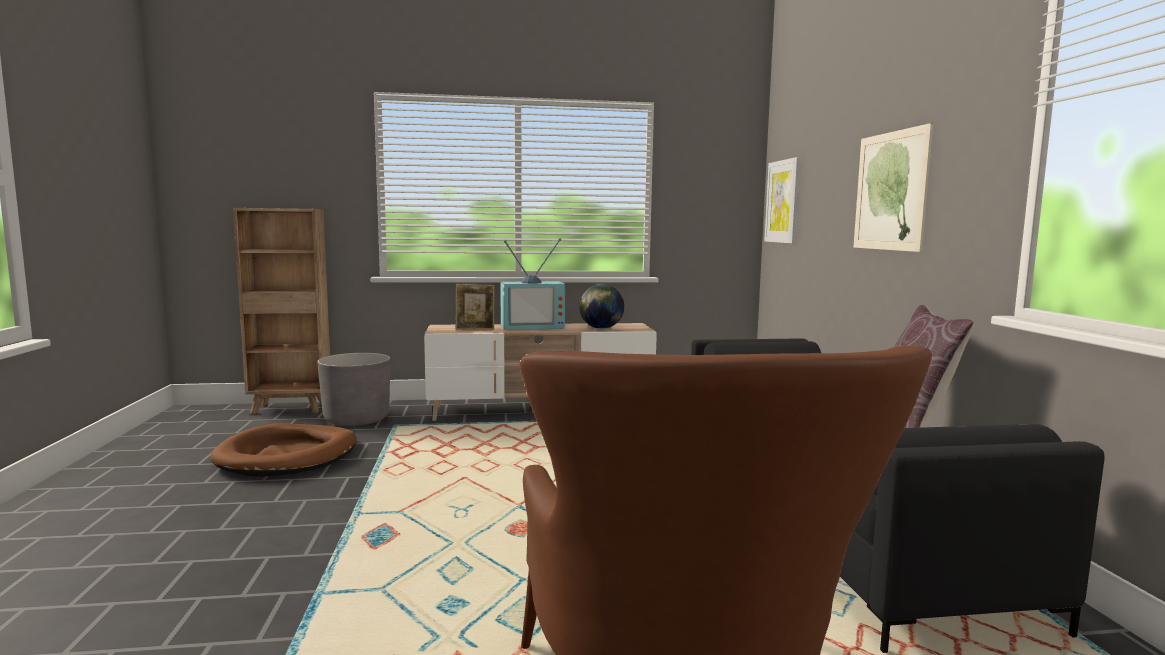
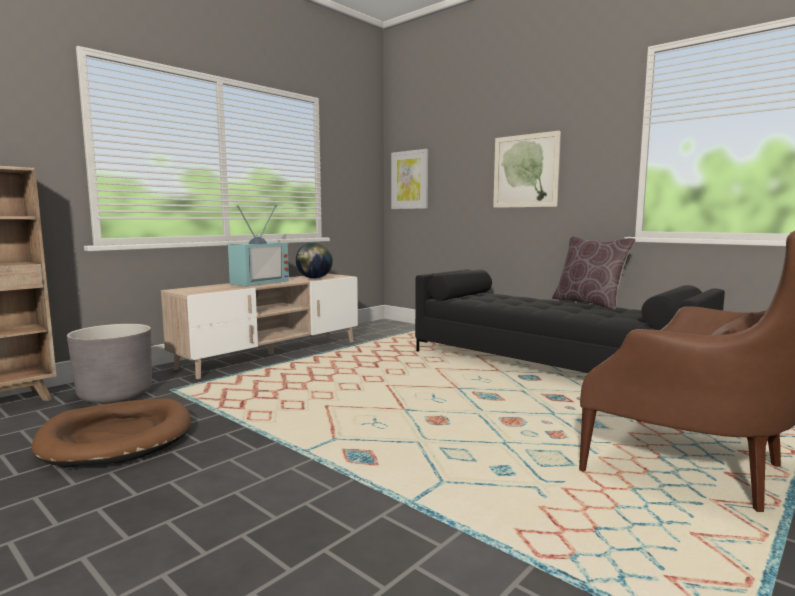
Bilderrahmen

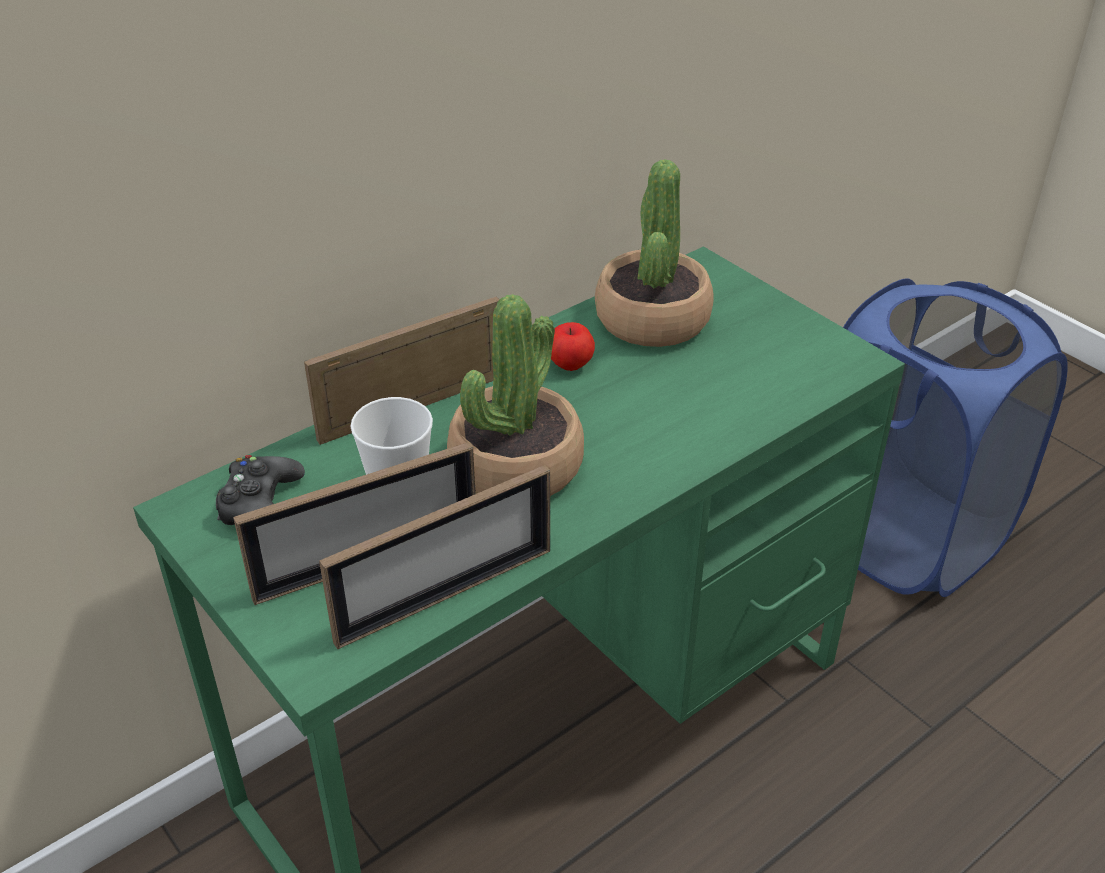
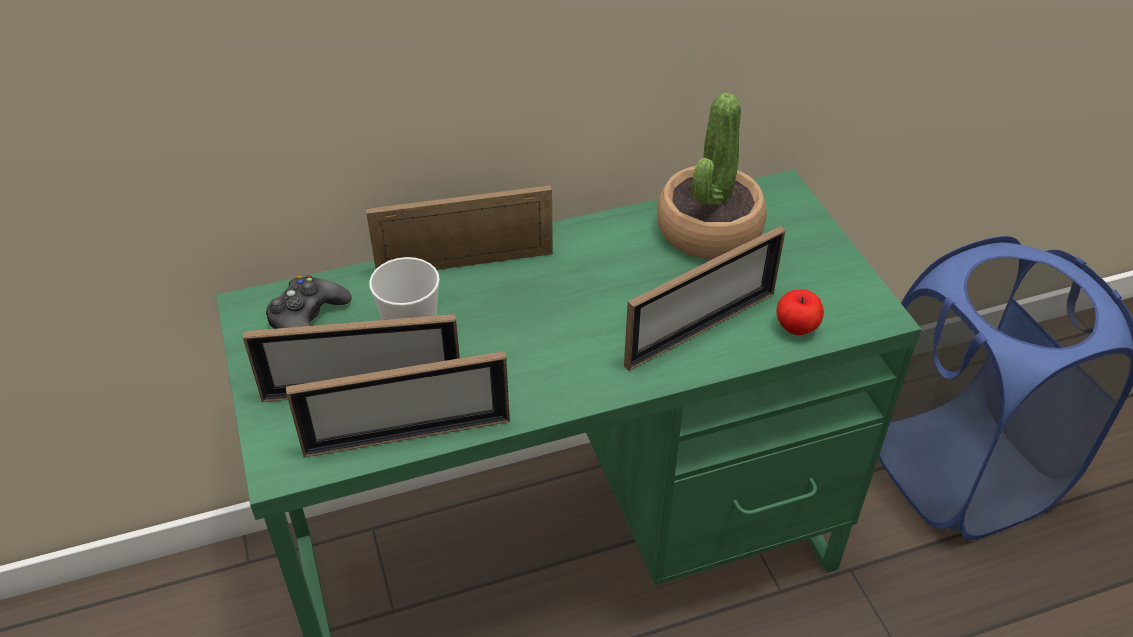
Topfpflanze (no. 1 from left in the first image); Apfel; Bilderrahmen (no. 4 from left)

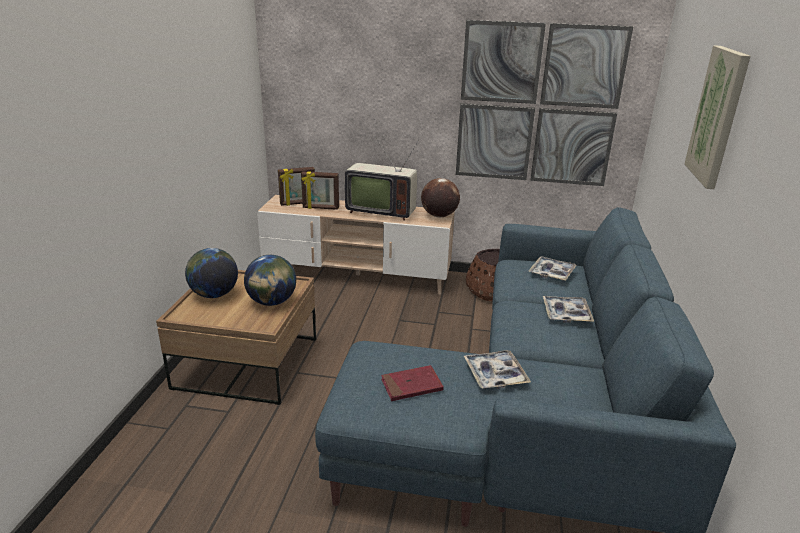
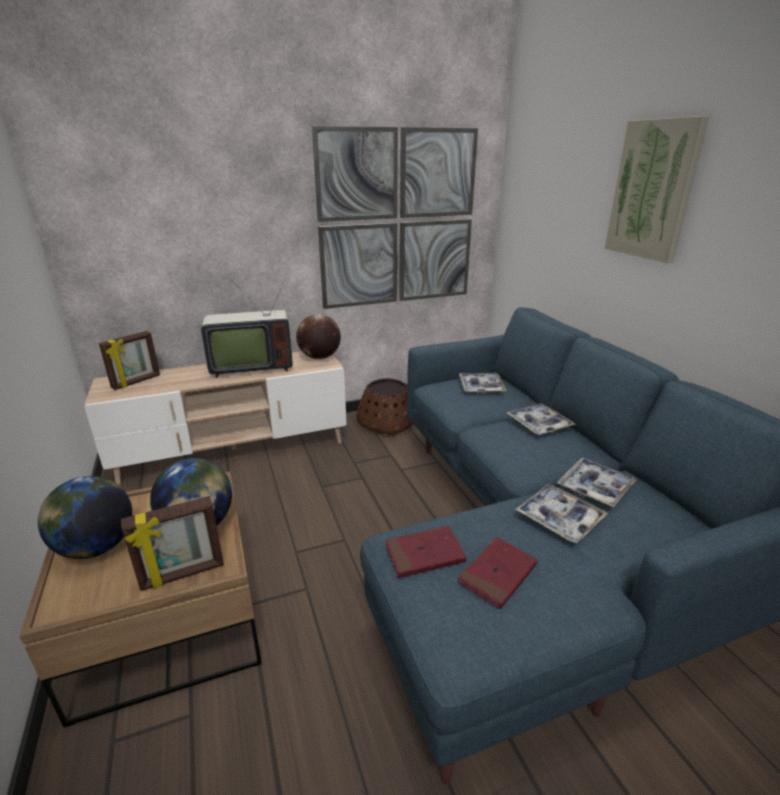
Bilderrahmen (no. 2 from left); Buch/rot (no. 1 from left); Tablett (no. 4 from left)

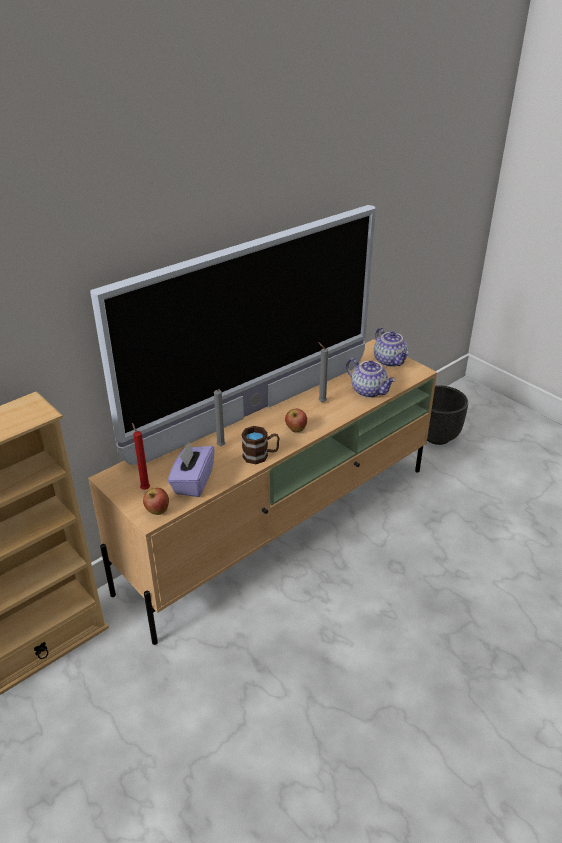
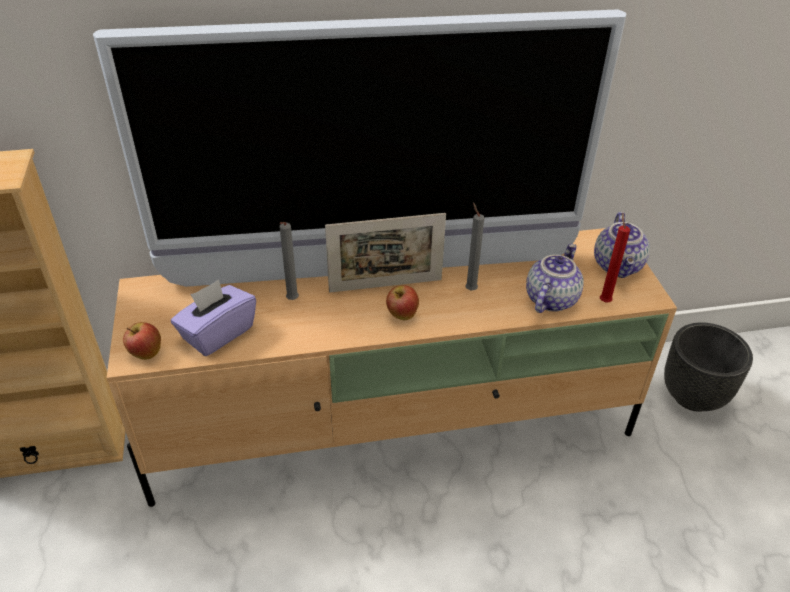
Kerze/rot; Henkelbecher/braun; Teekanne (no. 1 from left); Bilderrahmen

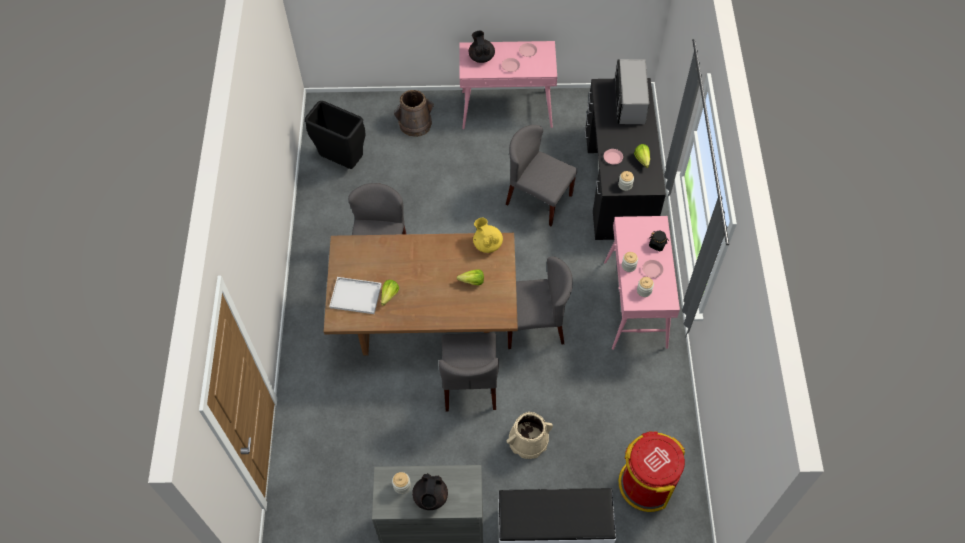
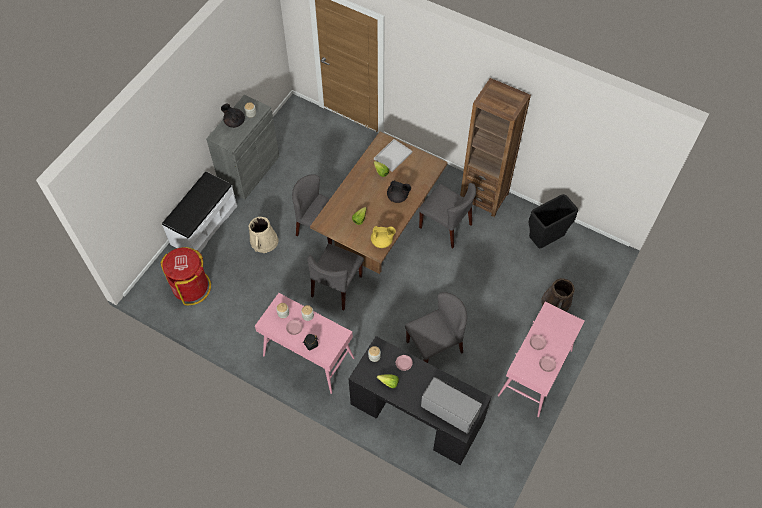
Teekanne/schwarz (no. 2 from left); Bücherregal/braun

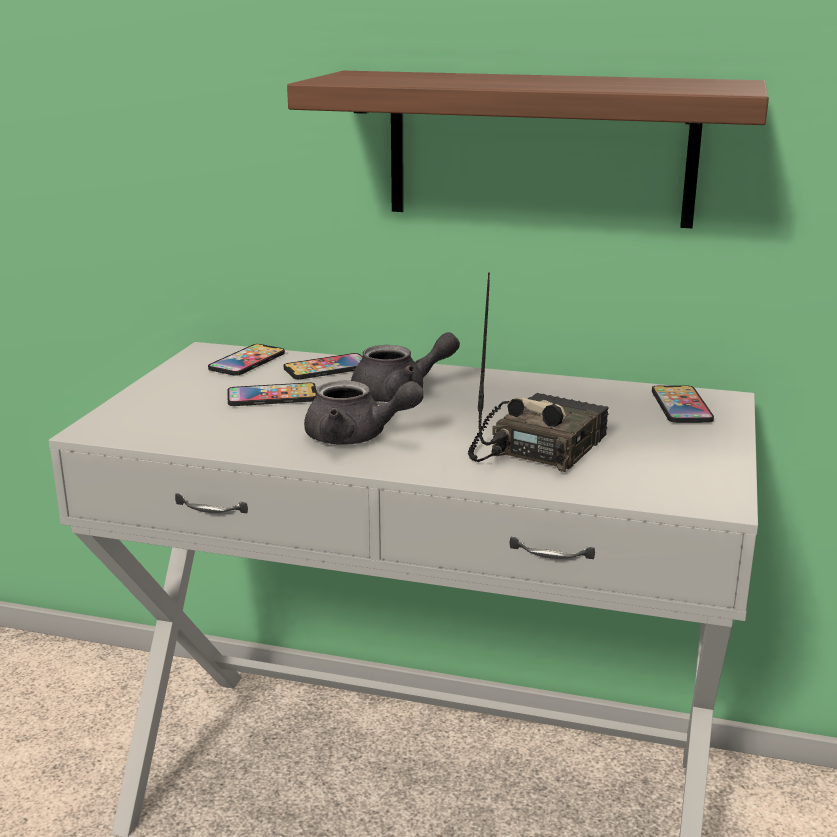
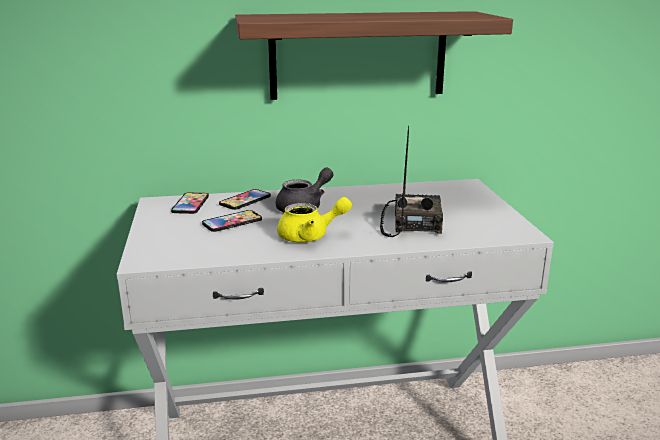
Teekanne/gelb; Handy (no. 4 from left in the first image)

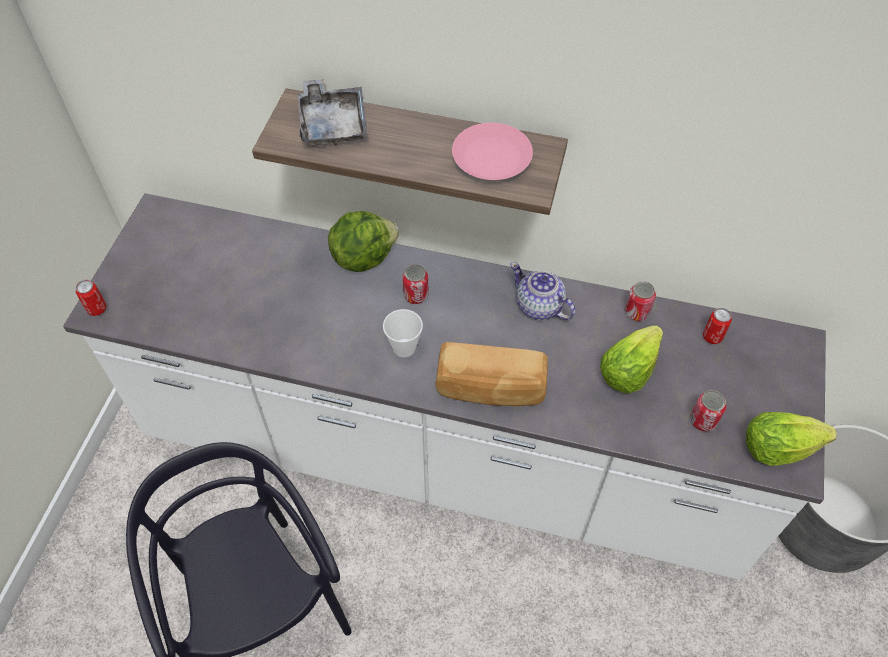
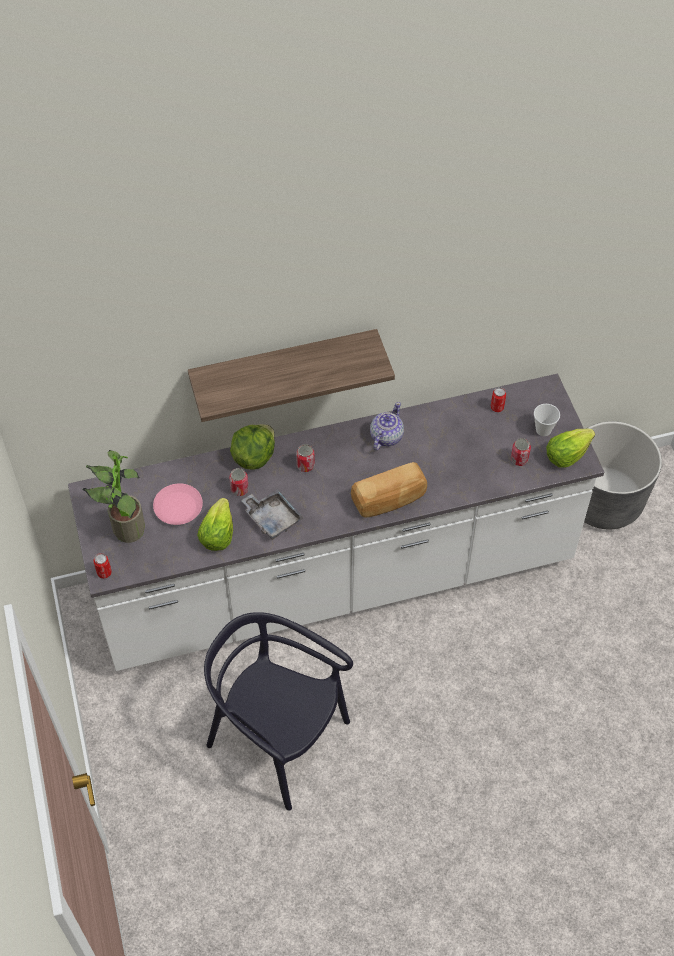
Tablett/grau; Tasse; Teller/rosa; Teekanne; Salatkopf (no. 1 from left); Dose (no. 2 from left); Topfpflanze

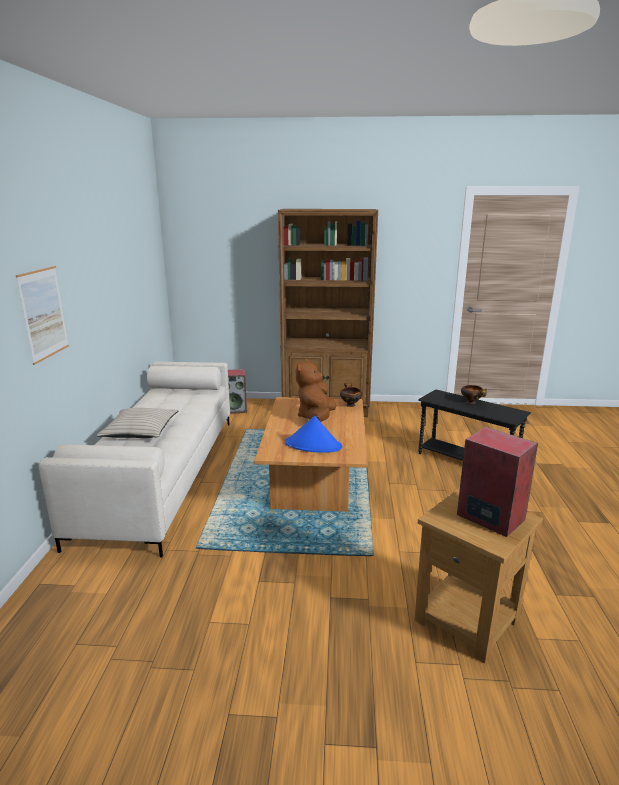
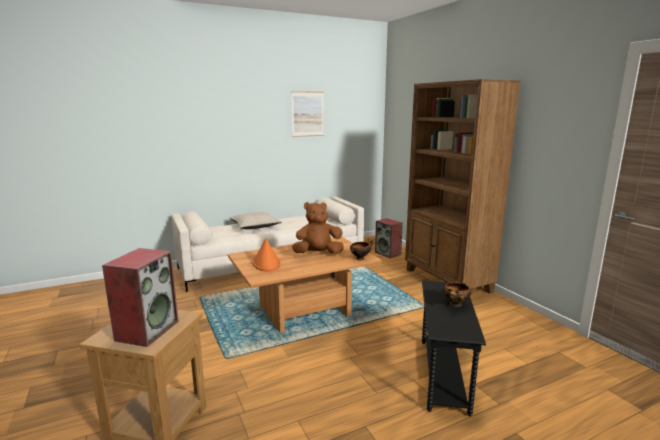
Bild; Hut/orange

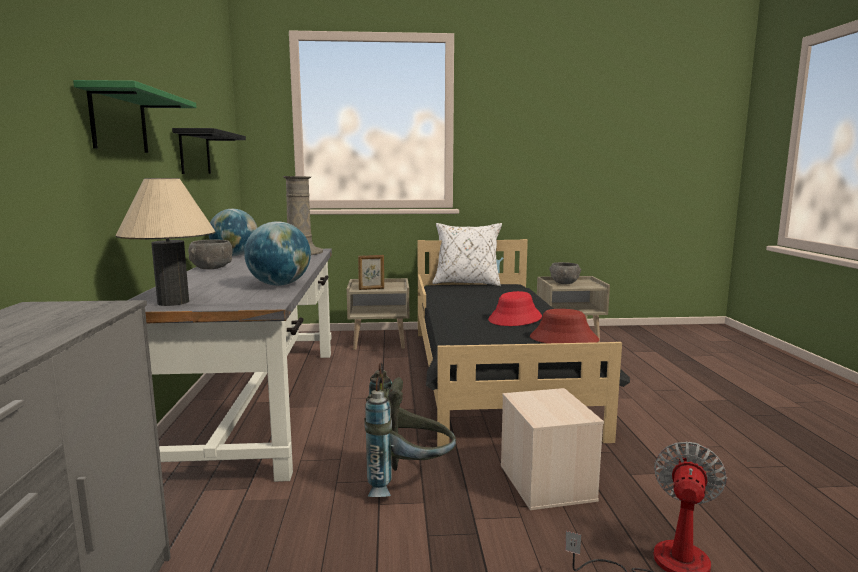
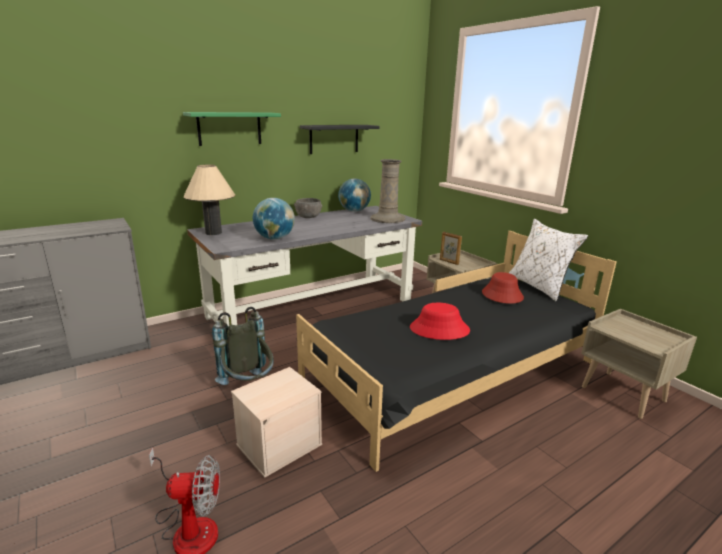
Hut/rot (no. 2 from left); Schüssel/grau (no. 2 from left in the first image)

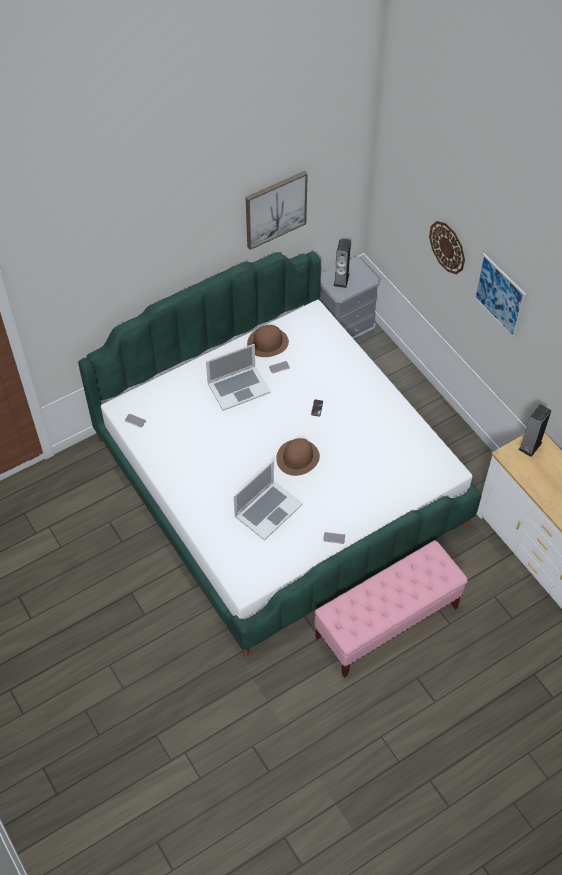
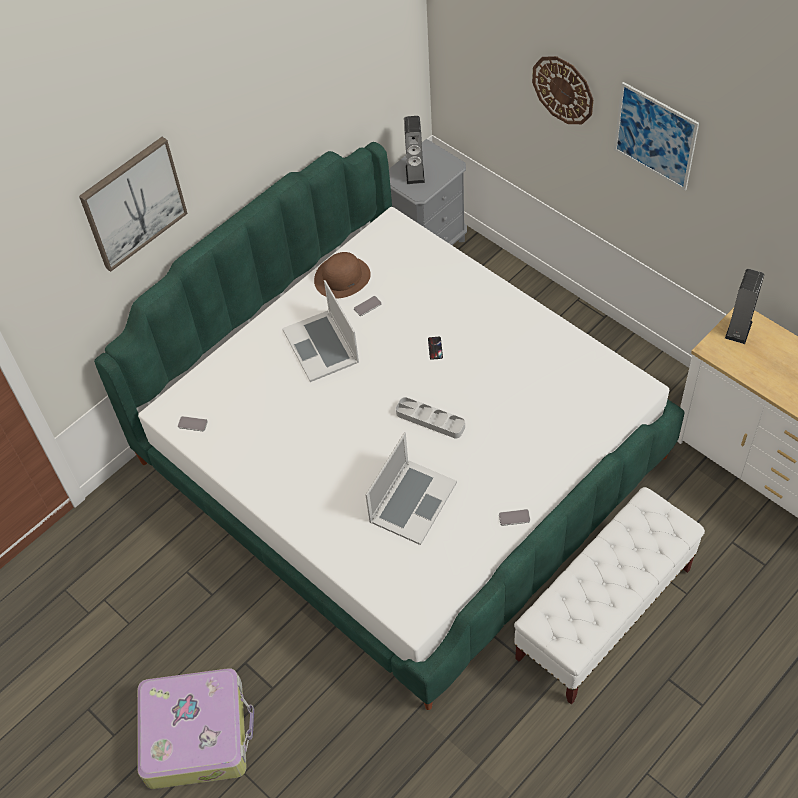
Laptop (no. 1 from left); Bild (no. 1 from left); Tablett/grau; Bank/weiß; Koffer

